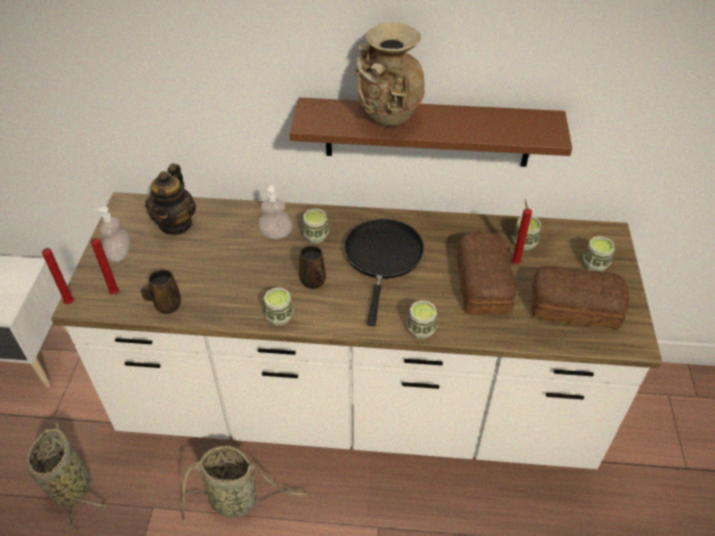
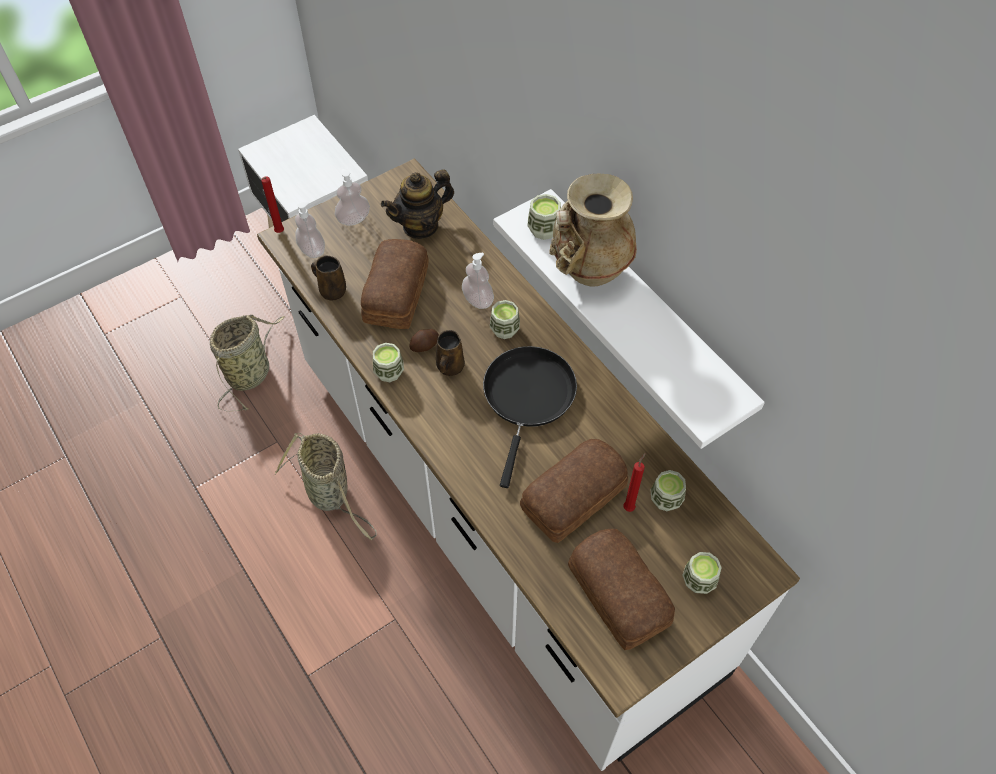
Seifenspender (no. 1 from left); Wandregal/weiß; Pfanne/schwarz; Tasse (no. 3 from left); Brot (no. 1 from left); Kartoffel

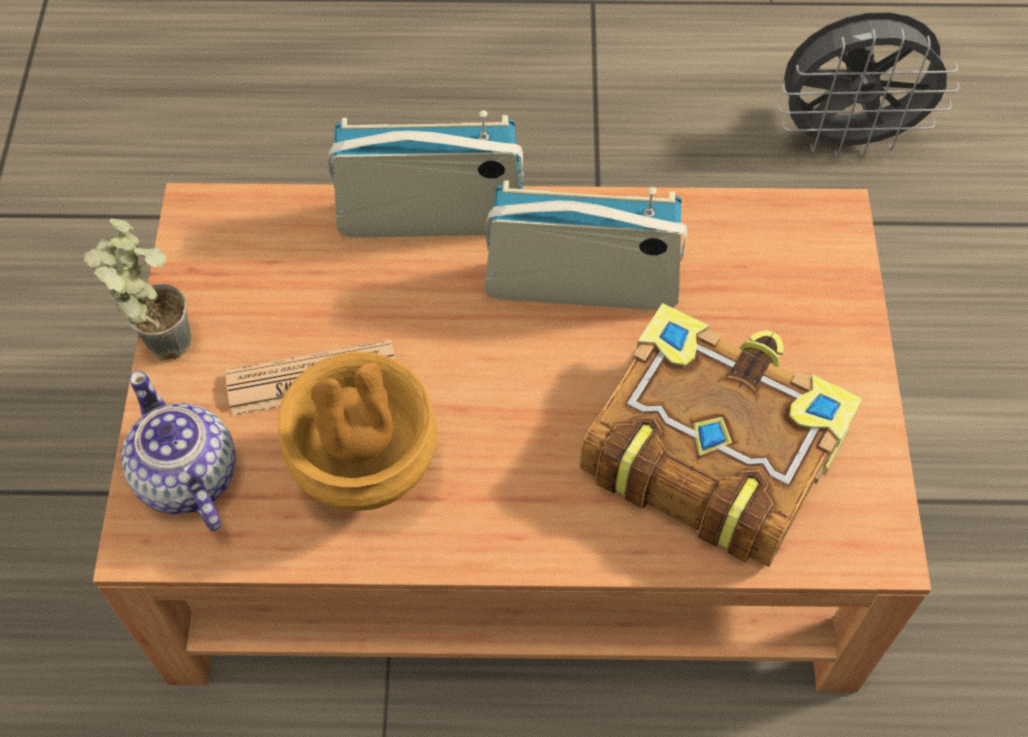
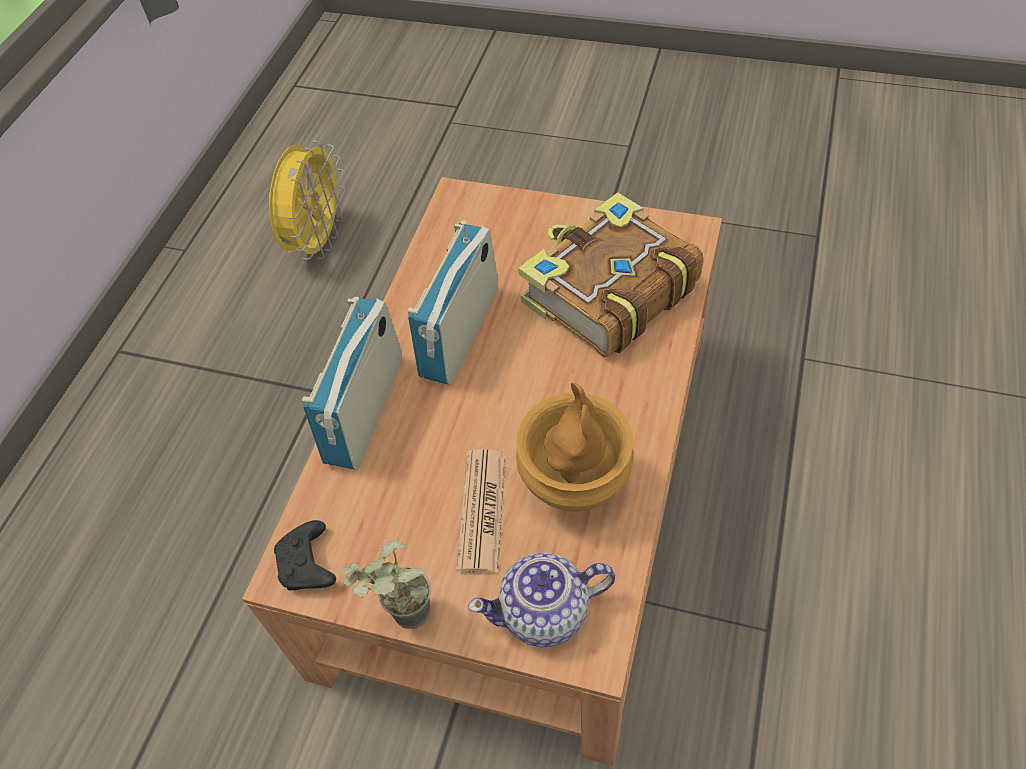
Ventilator/gelb; Gamepad/schwarz

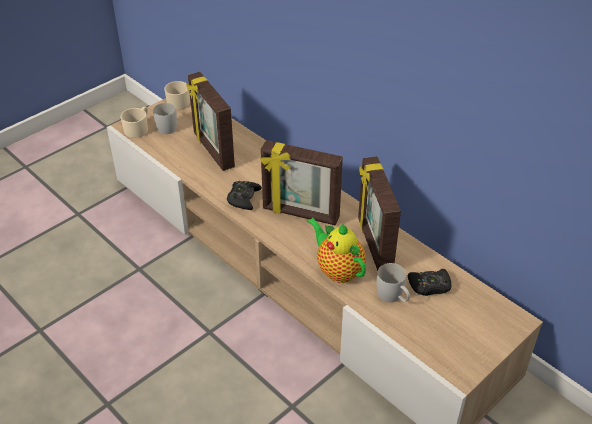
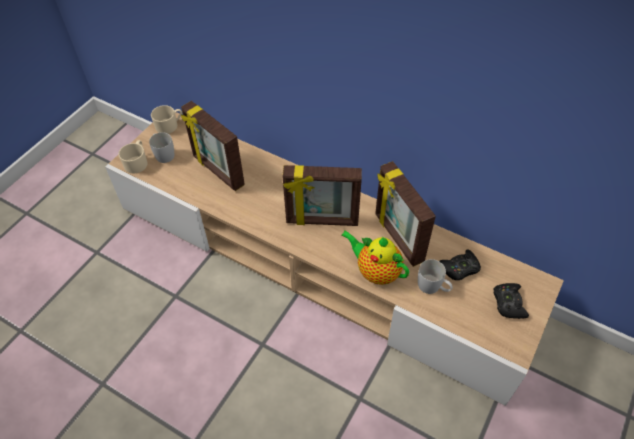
Gamepad/schwarz (no. 2 from left)

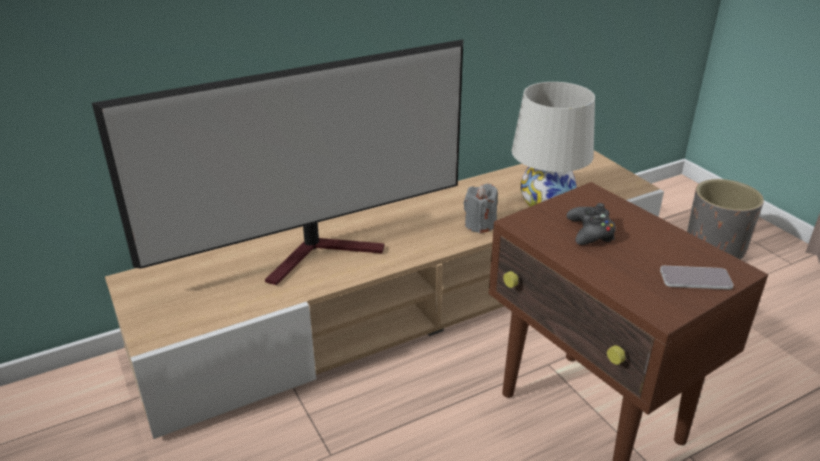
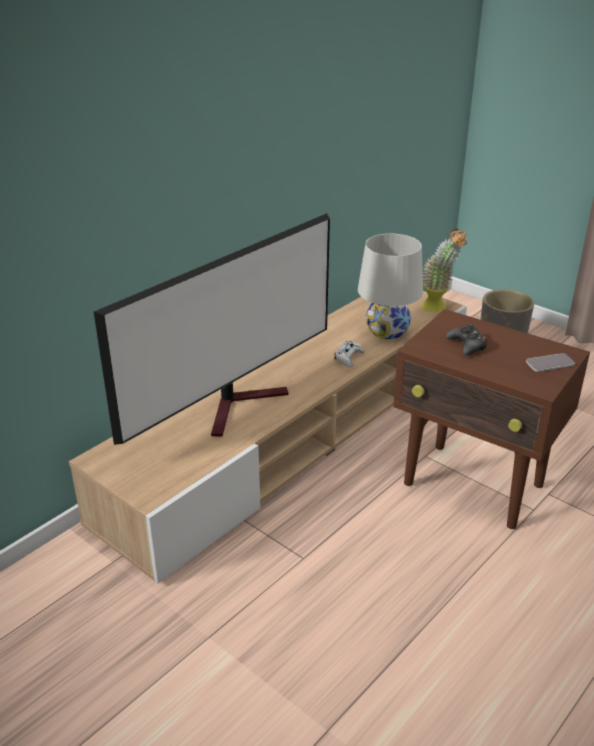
Gamepad/weiß; Topfpflanze

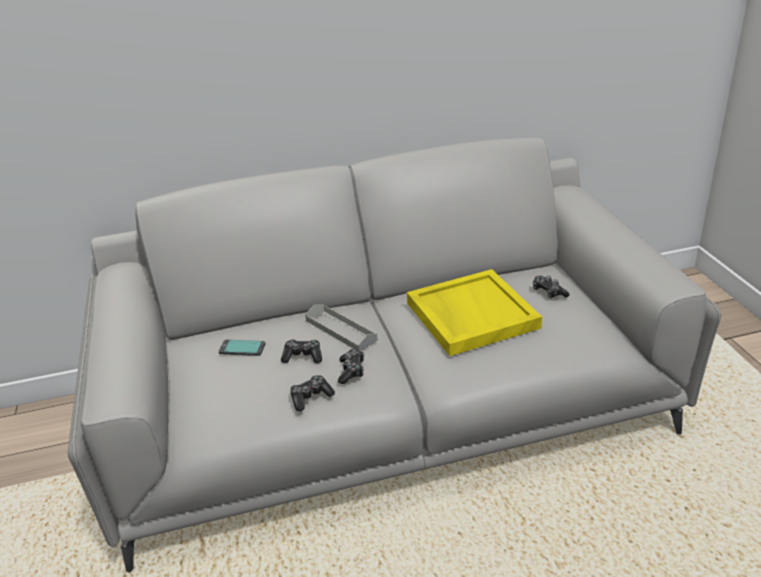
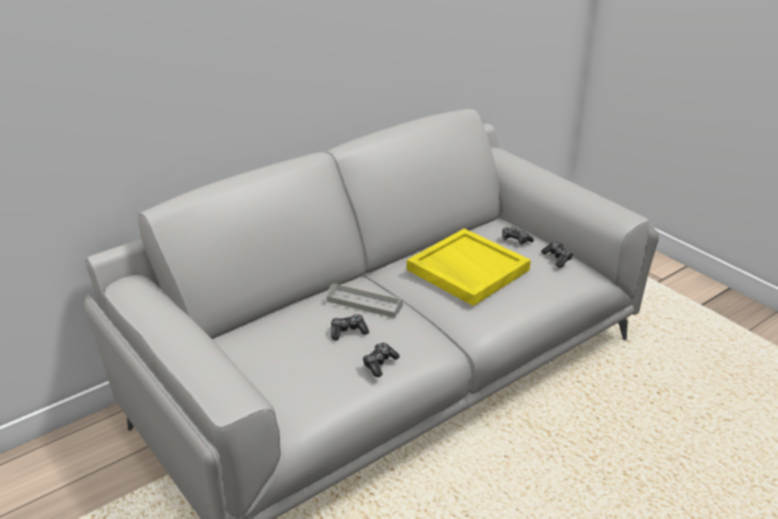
Handy; Gamepad (no. 4 from left)

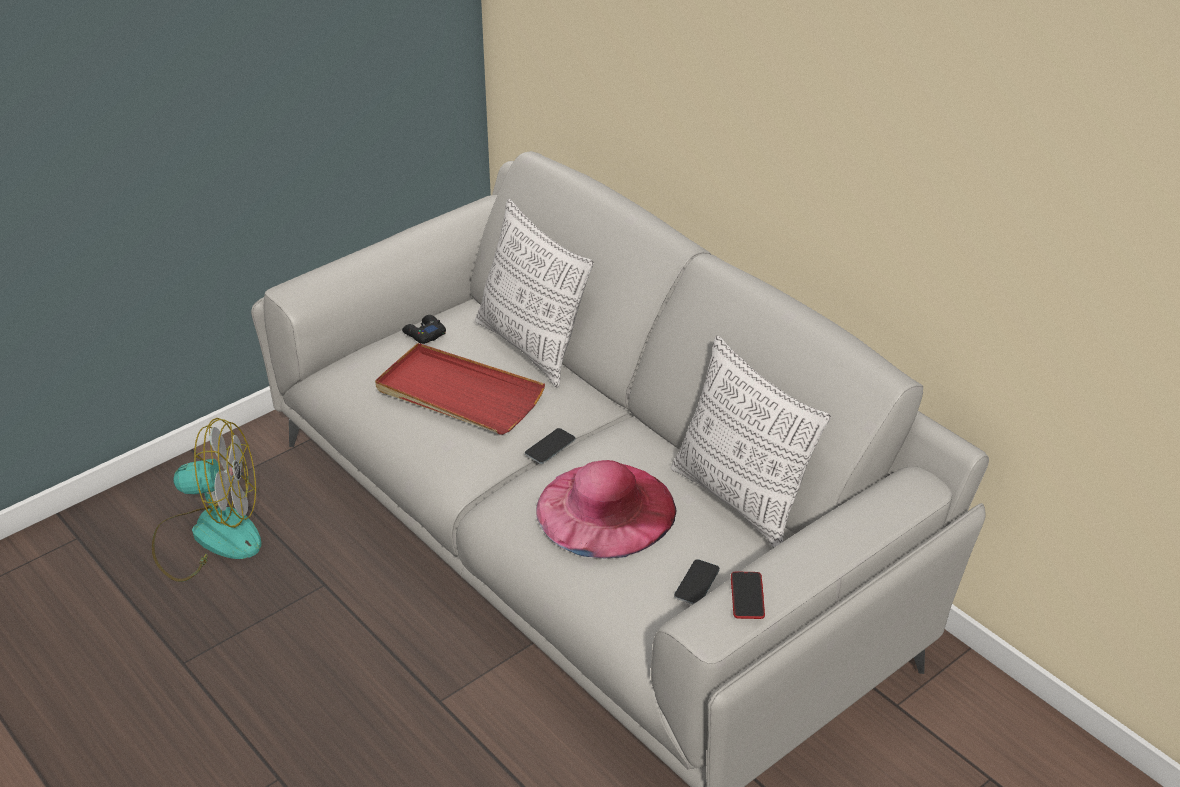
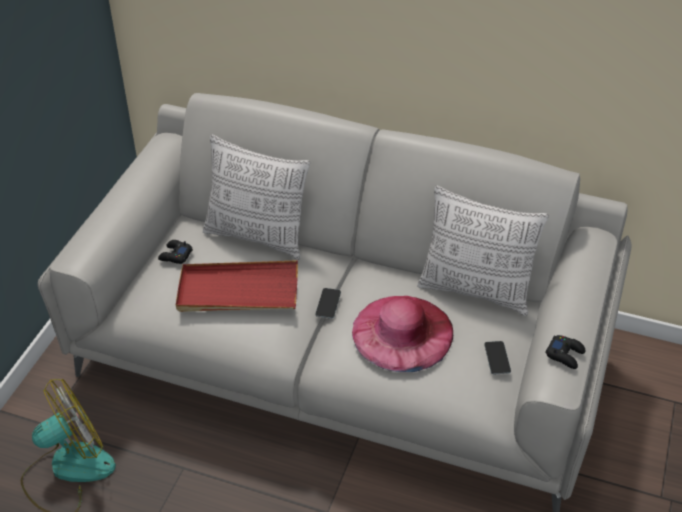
Gamepad/schwarz (no. 2 from left)

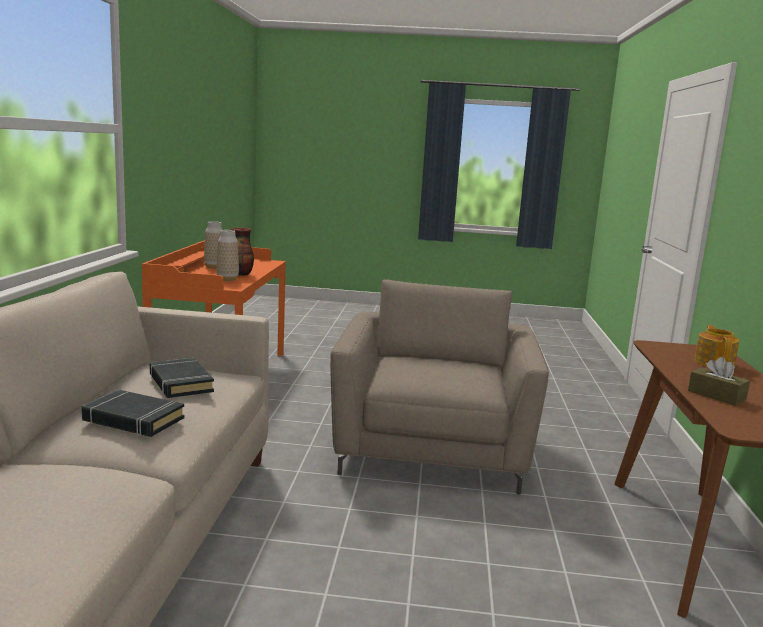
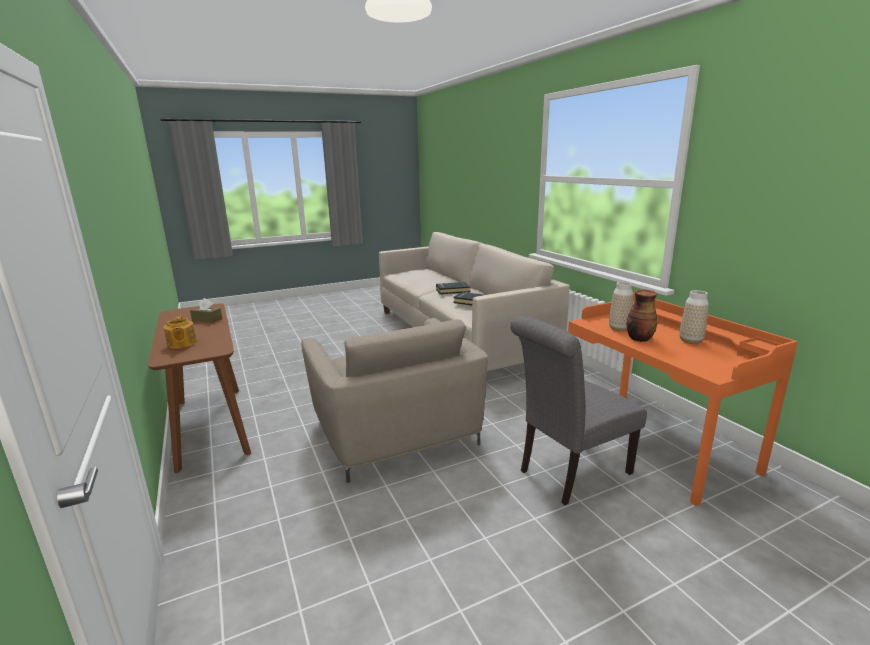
Stuhl/grau

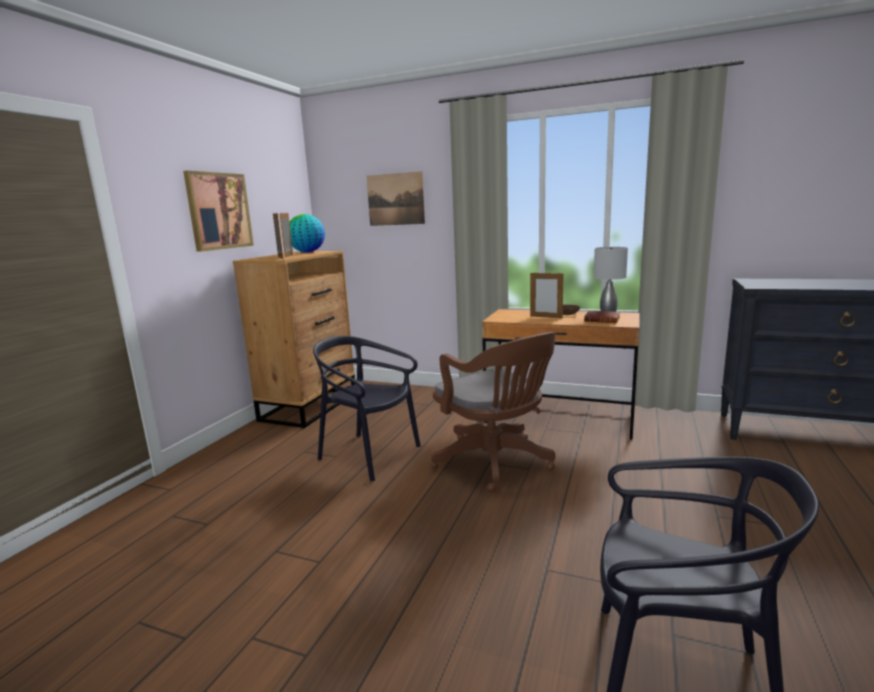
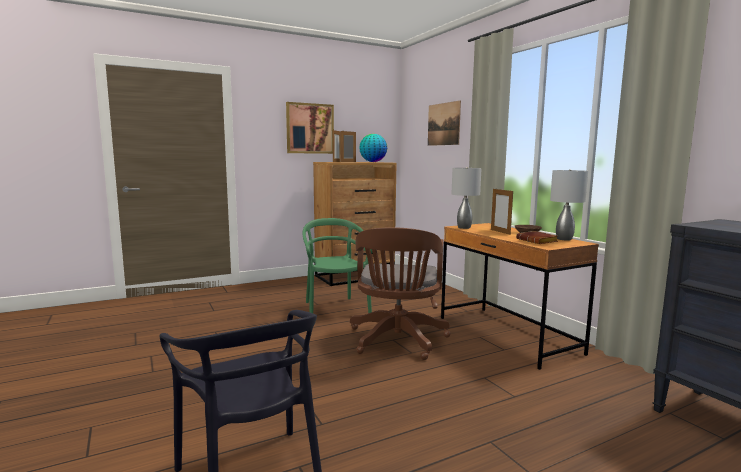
Stuhl/grün; Tischlampe/grau (no. 1 from left)

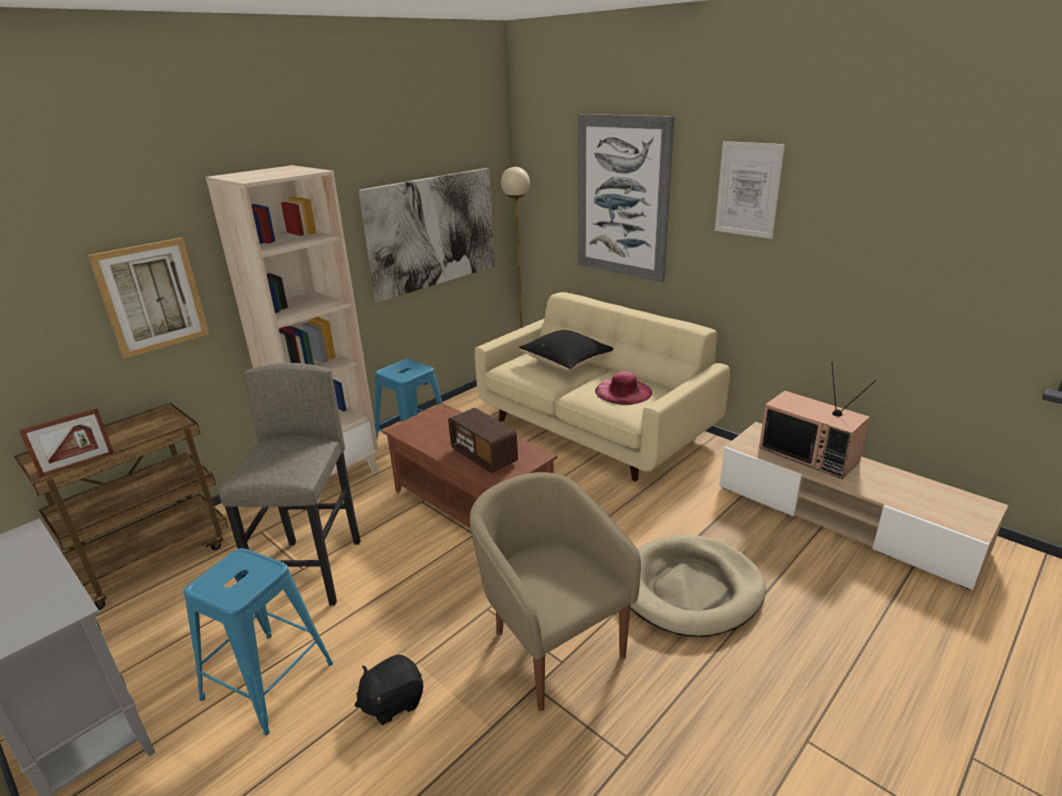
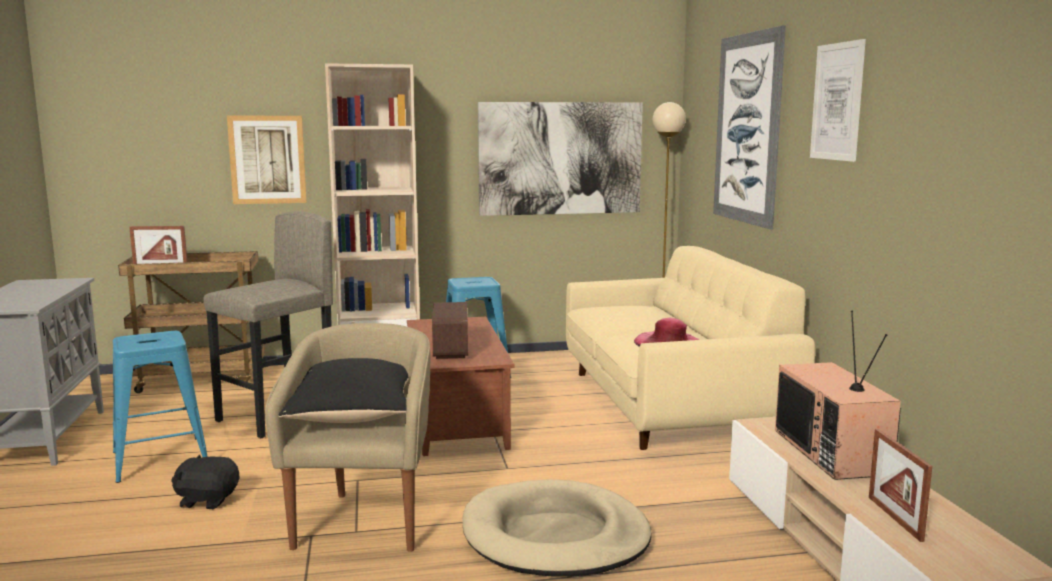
Kissen/schwarz; Bilderrahmen (no. 2 from left)

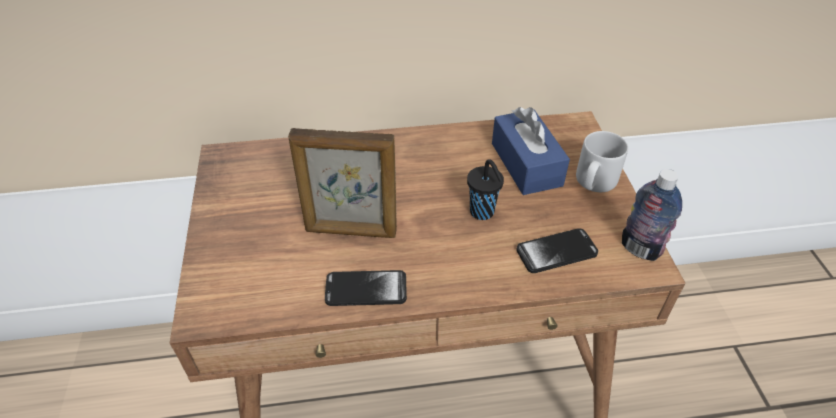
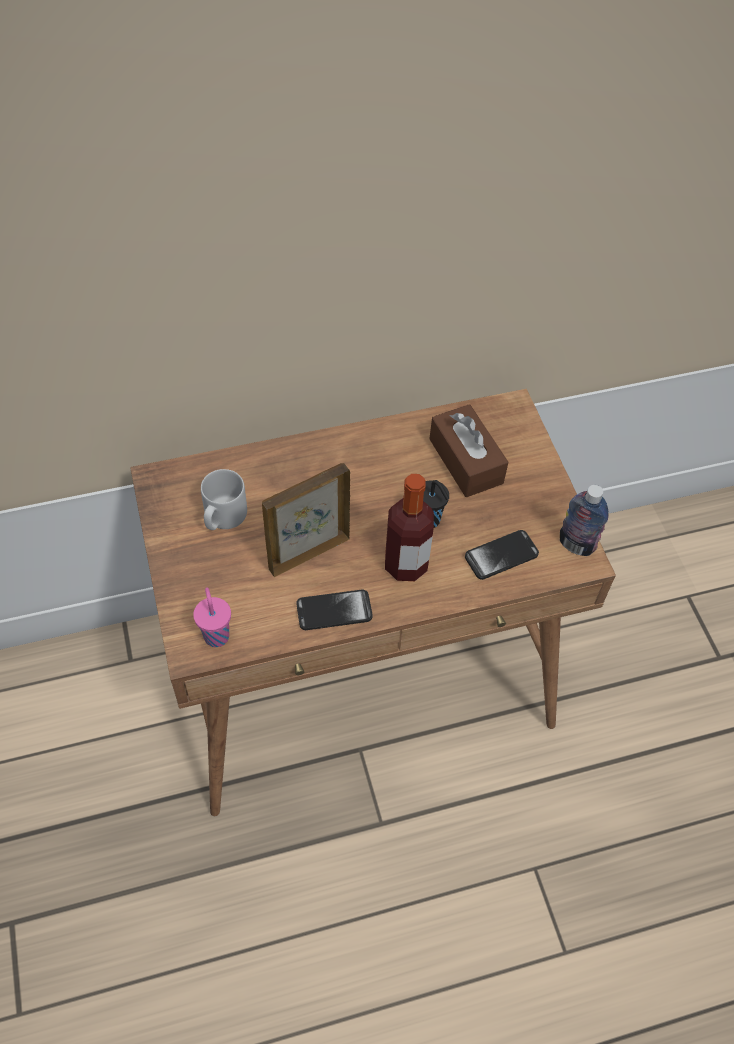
Bilderrahmen; Taschentuchbox/braun; Henkelbecher/grau; Tasse/rosa; Flasche (no. 1 from left)

